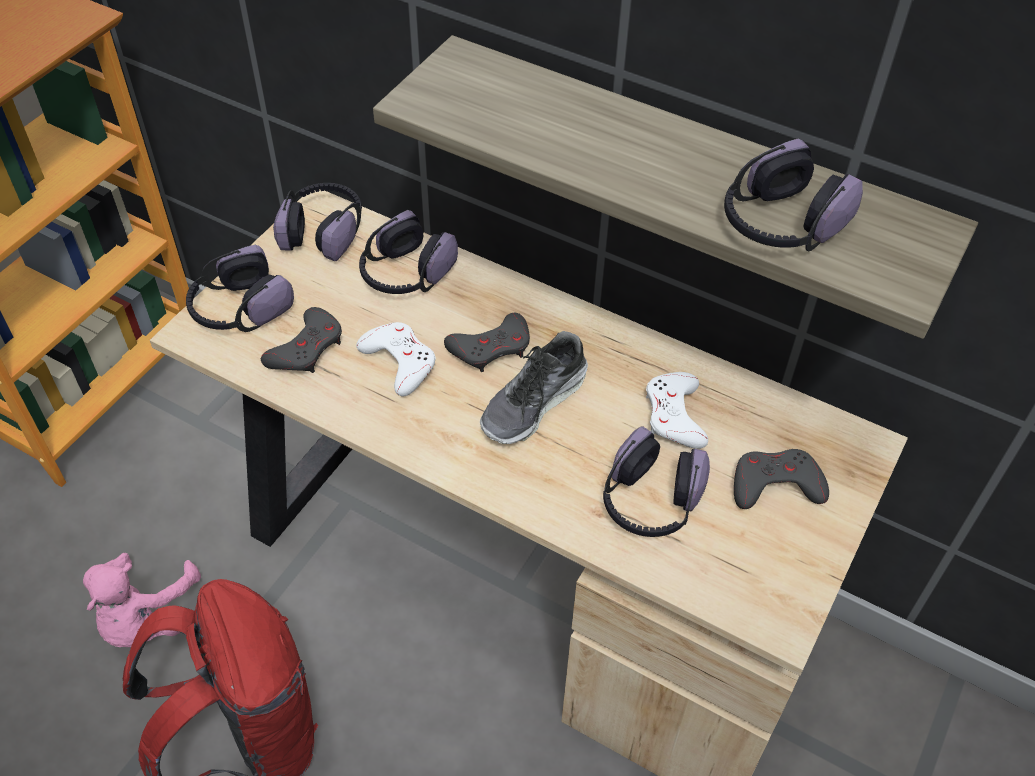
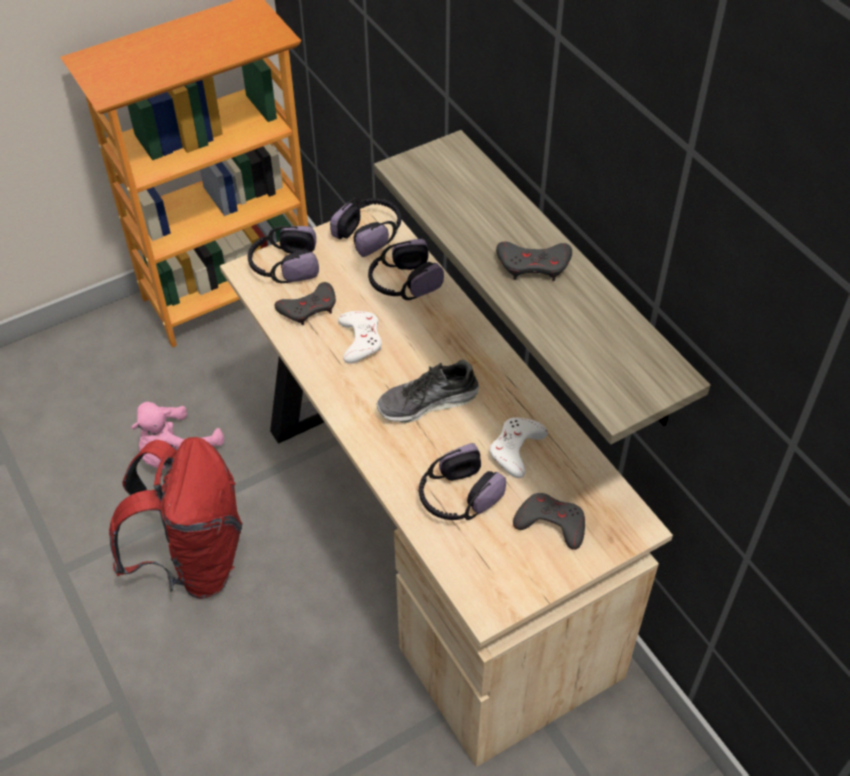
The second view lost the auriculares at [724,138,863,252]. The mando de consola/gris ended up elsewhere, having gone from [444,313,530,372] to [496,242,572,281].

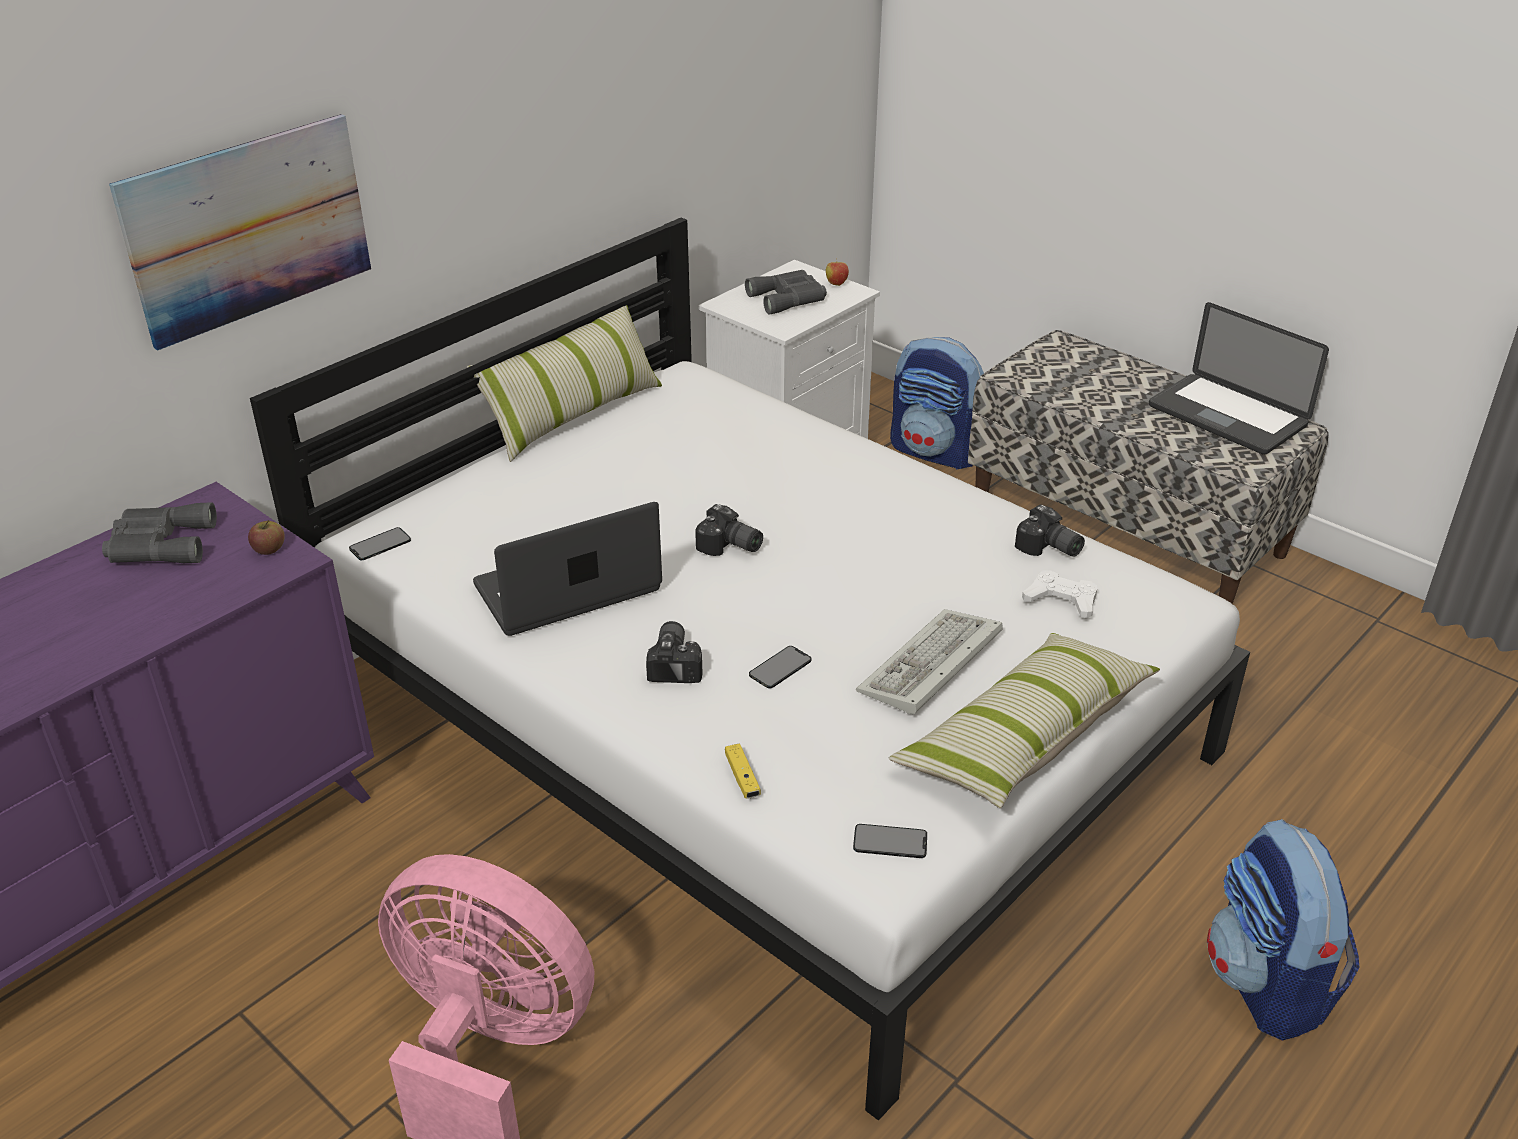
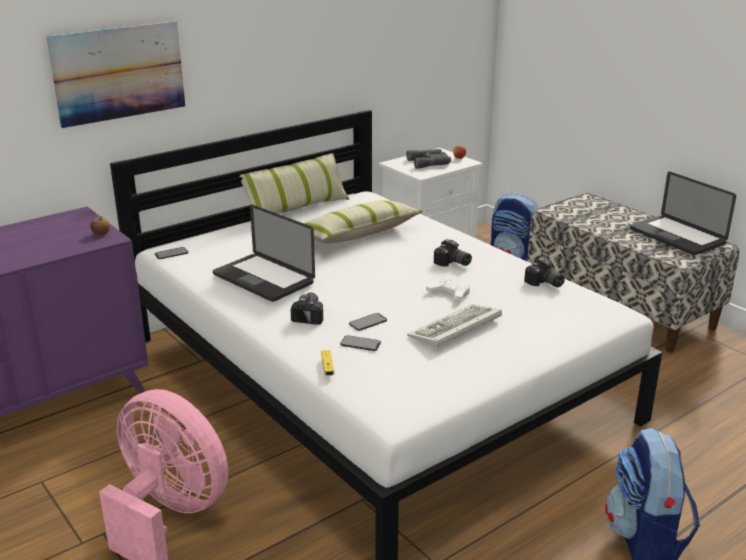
The second view lost the prismáticos/gris at [102,502,217,563]. The cámara ended up elsewhere, having gone from [695,504,763,556] to [434,239,472,267]. The móvil ended up elsewhere, having gone from [853,824,927,858] to [340,335,381,351]. The cojín ended up elsewhere, having gone from [889,633,1160,808] to [304,200,423,244]. The mando de consola/blanco ended up elsewhere, having gone from [1022,570,1097,619] to [426,277,470,301]. The portátil at [473,502,662,636] ended up facing another way, 120 degrees counterclockwise from before.

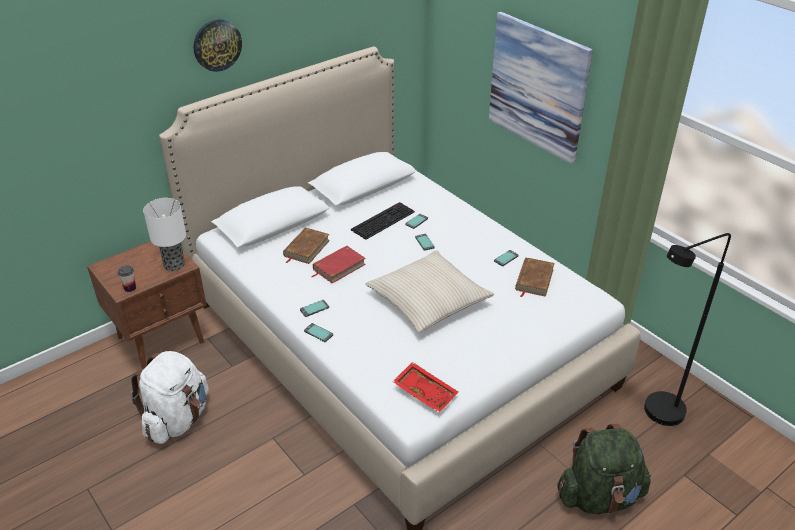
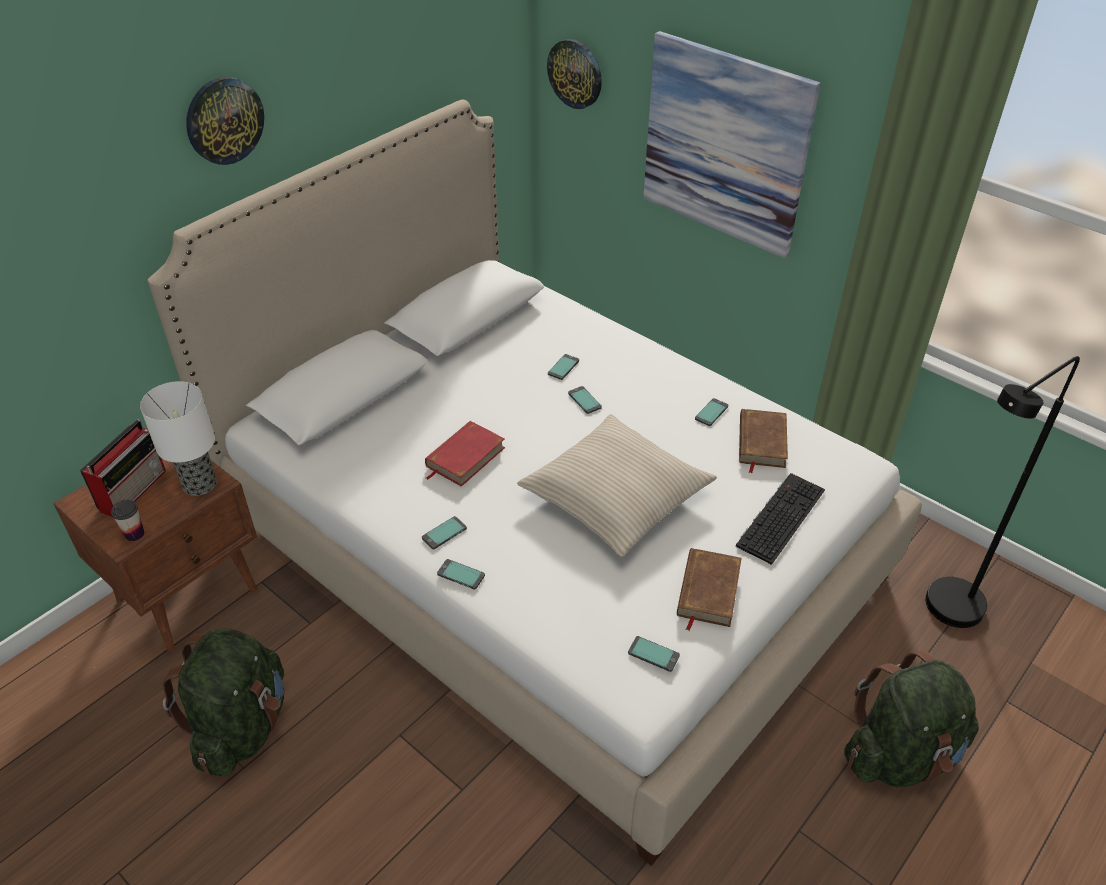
The second view gained the radio at [80,420,166,517]. The second view gained the reloj de pared at [547,39,602,109]. The libro/marrón ended up elsewhere, having gone from [283,227,330,264] to [677,548,742,631]. The teclado ended up elsewhere, having gone from [351,202,415,240] to [736,473,825,565]. Where the bandeja/rojo stood at [392,362,459,413], the móvil came to stand at [628,636,680,672]. What was the mochila/blanco at [130,351,209,444] turned into the mochila/verde at [163,628,285,776].

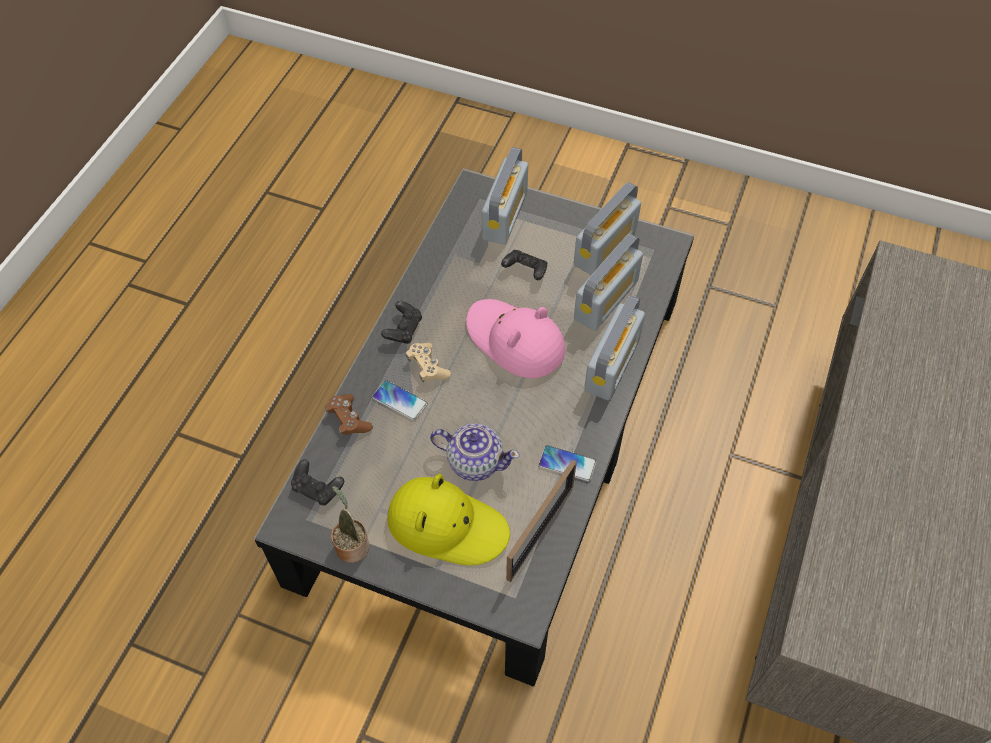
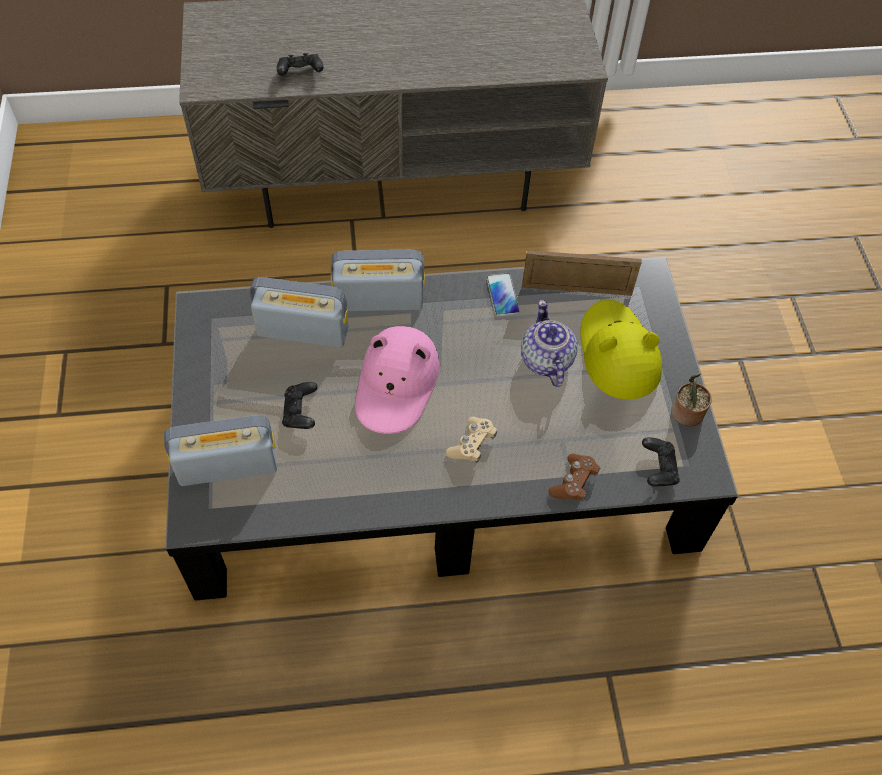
The second view lost the móvil at [372,380,427,421]. The second view lost the radio at [574,182,641,275]. The mando de consola/negro ended up elsewhere, having gone from [381,301,422,344] to [277,53,324,76].

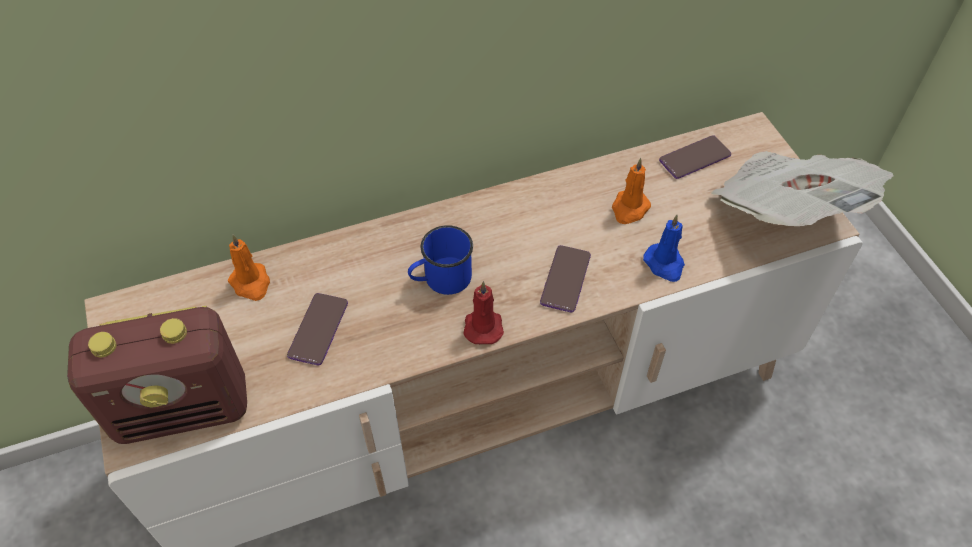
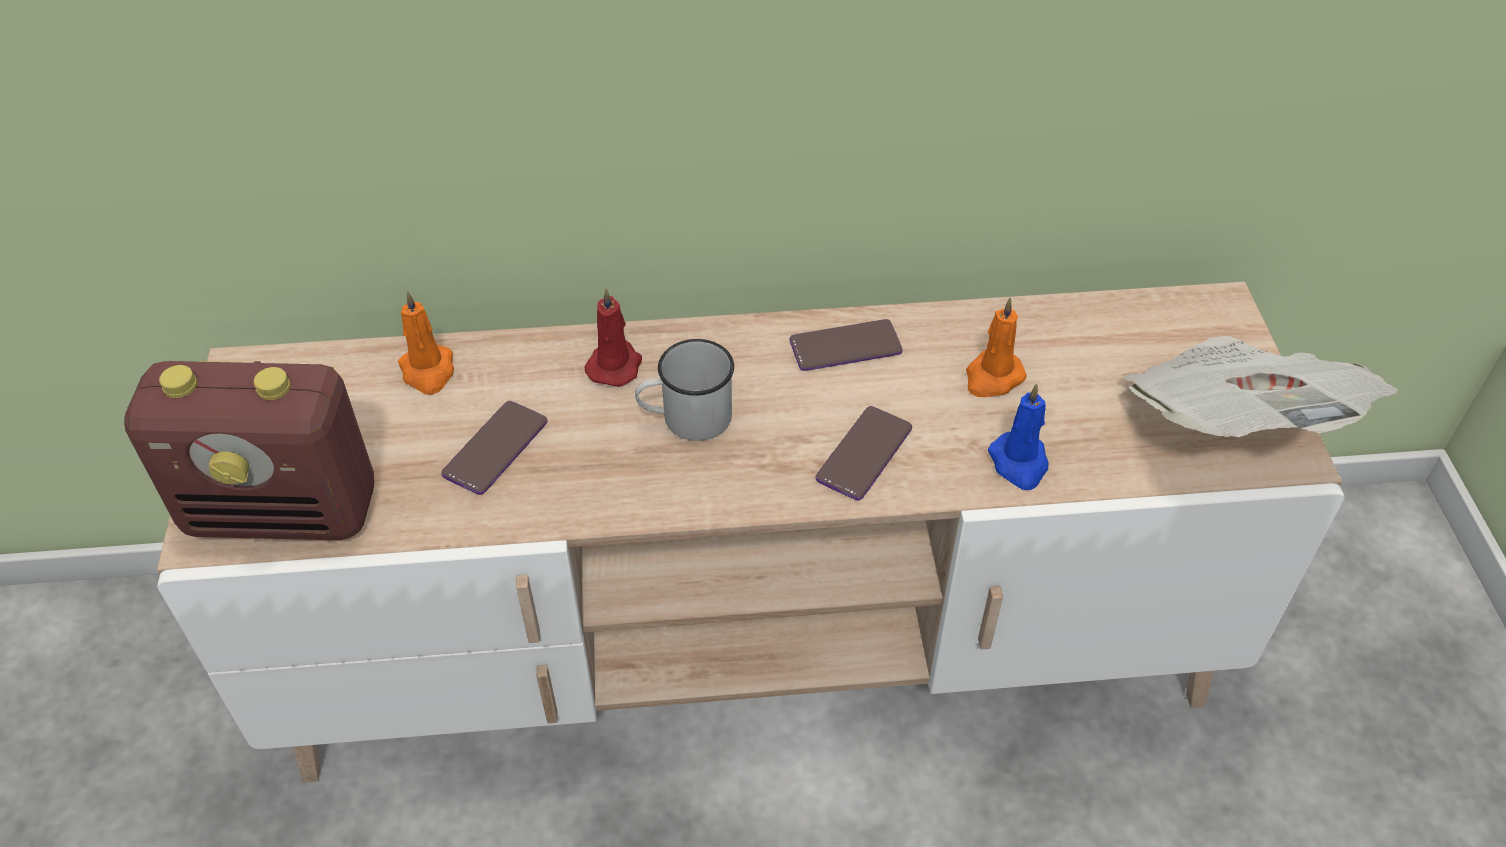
The vela/rojo ended up elsewhere, having gone from [463,281,504,344] to [584,288,642,387]. The móvil ended up elsewhere, having gone from [659,135,731,179] to [789,319,903,371]. What was the taza grande/azul at [408,225,473,295] turned into the taza grande/blanco at [635,339,734,441].

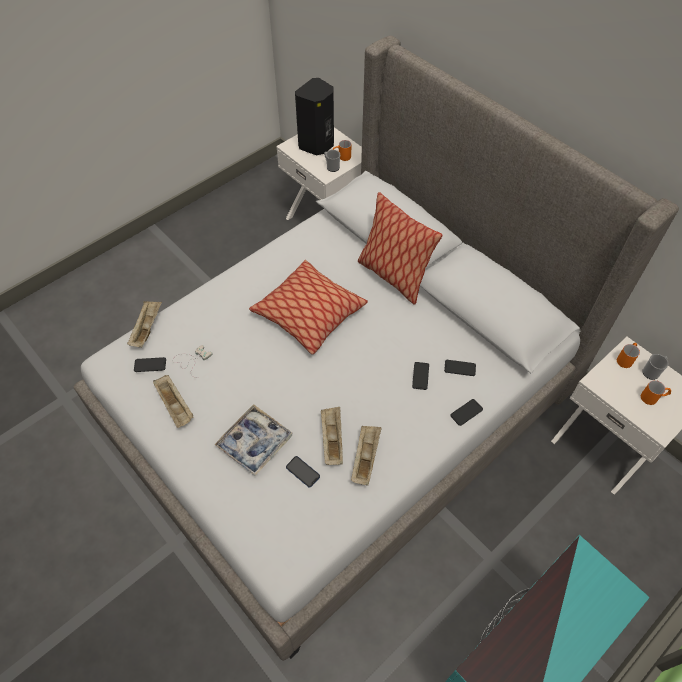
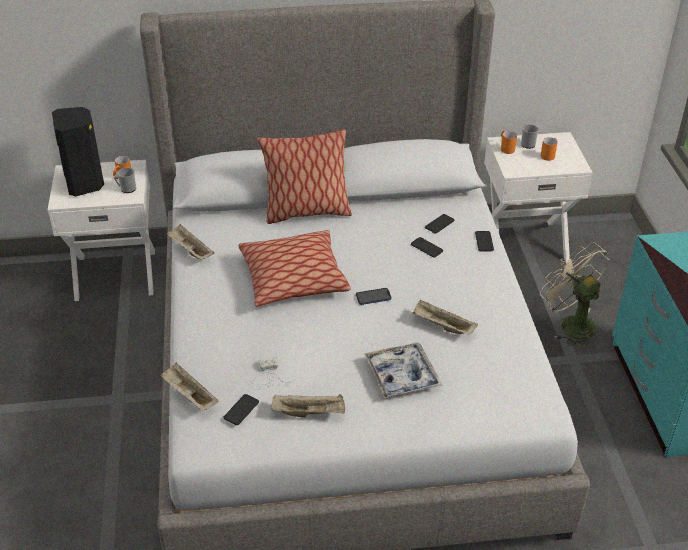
The second view gained the ventilador/beis at [540,242,609,348]. The móvil ended up elsewhere, having gone from [286,456,320,488] to [356,288,391,305]. The bandeja/beis ended up elsewhere, having gone from [351,426,382,486] to [166,224,215,260].

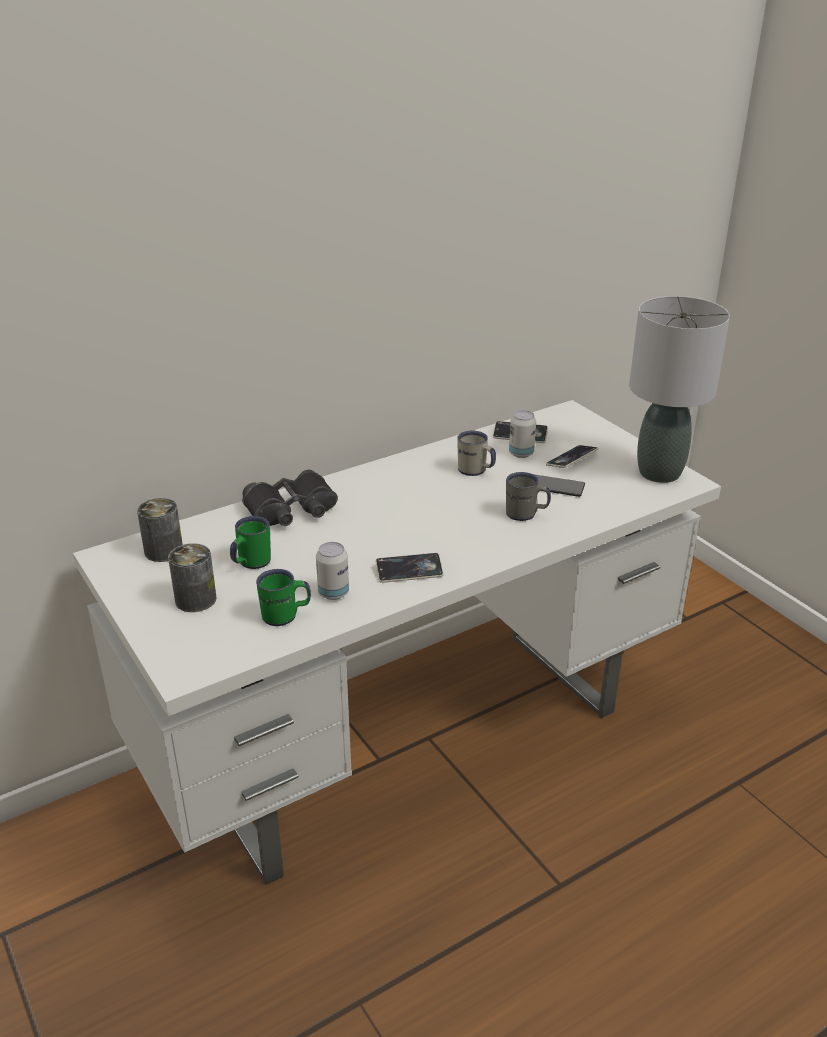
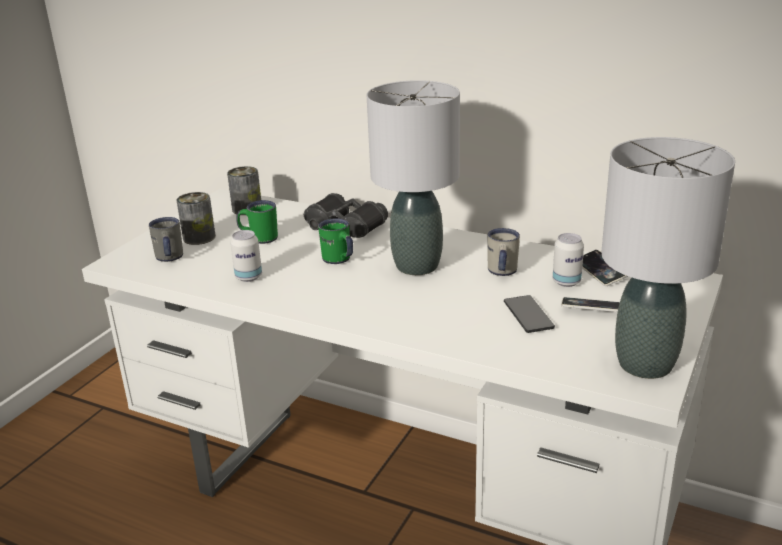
The second view lost the móvil at [375,553,444,583]. The second view gained the lámpara de mesa/gris at [367,80,460,275]. The taza grande/verde ended up elsewhere, having gone from [256,569,311,626] to [318,218,353,264]. The taza grande/gris ended up elsewhere, having gone from [506,472,551,521] to [149,217,183,262].

